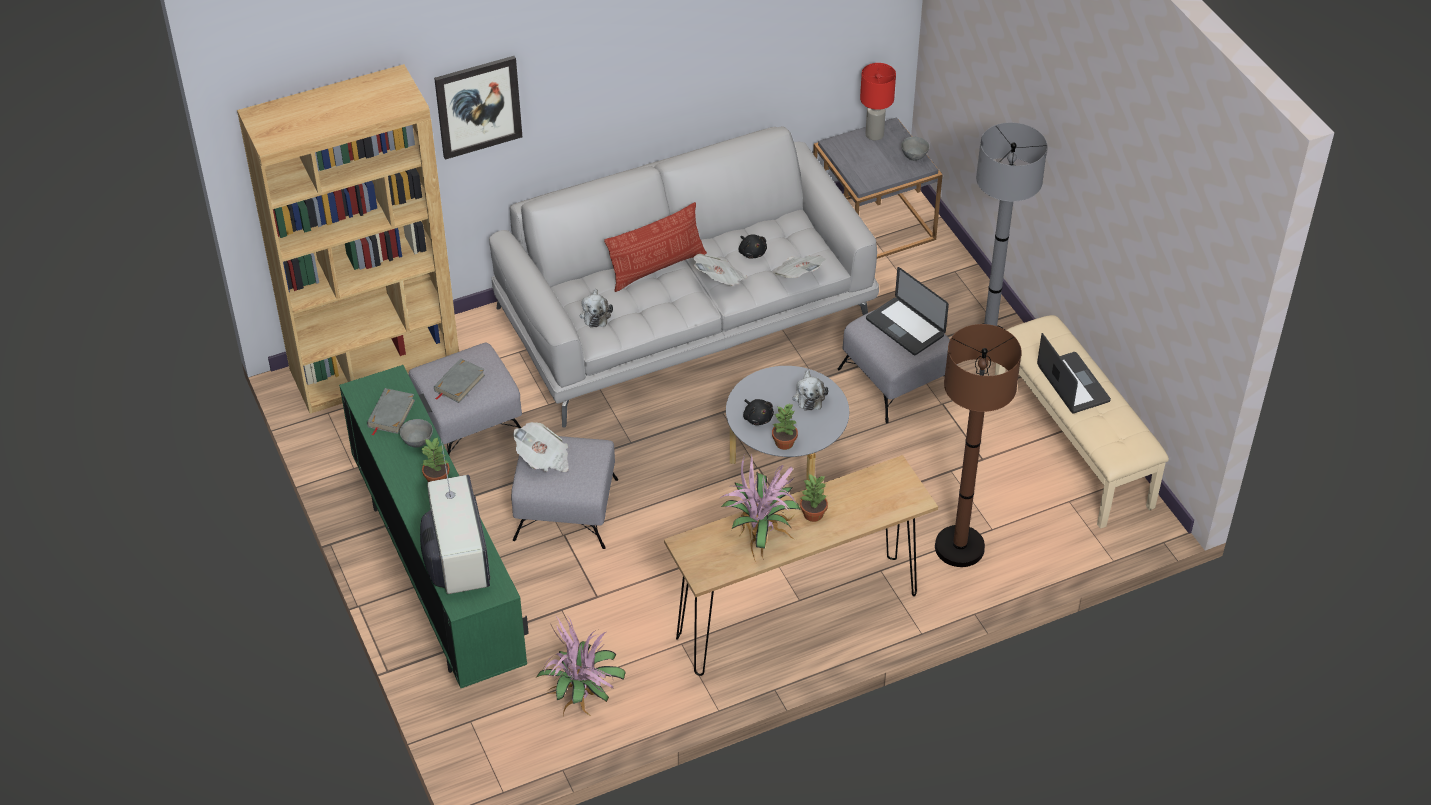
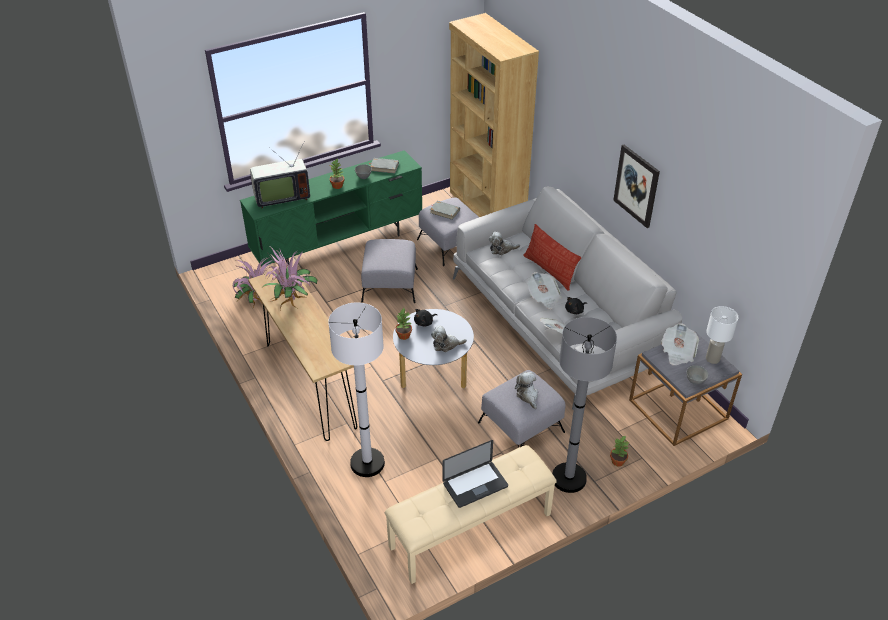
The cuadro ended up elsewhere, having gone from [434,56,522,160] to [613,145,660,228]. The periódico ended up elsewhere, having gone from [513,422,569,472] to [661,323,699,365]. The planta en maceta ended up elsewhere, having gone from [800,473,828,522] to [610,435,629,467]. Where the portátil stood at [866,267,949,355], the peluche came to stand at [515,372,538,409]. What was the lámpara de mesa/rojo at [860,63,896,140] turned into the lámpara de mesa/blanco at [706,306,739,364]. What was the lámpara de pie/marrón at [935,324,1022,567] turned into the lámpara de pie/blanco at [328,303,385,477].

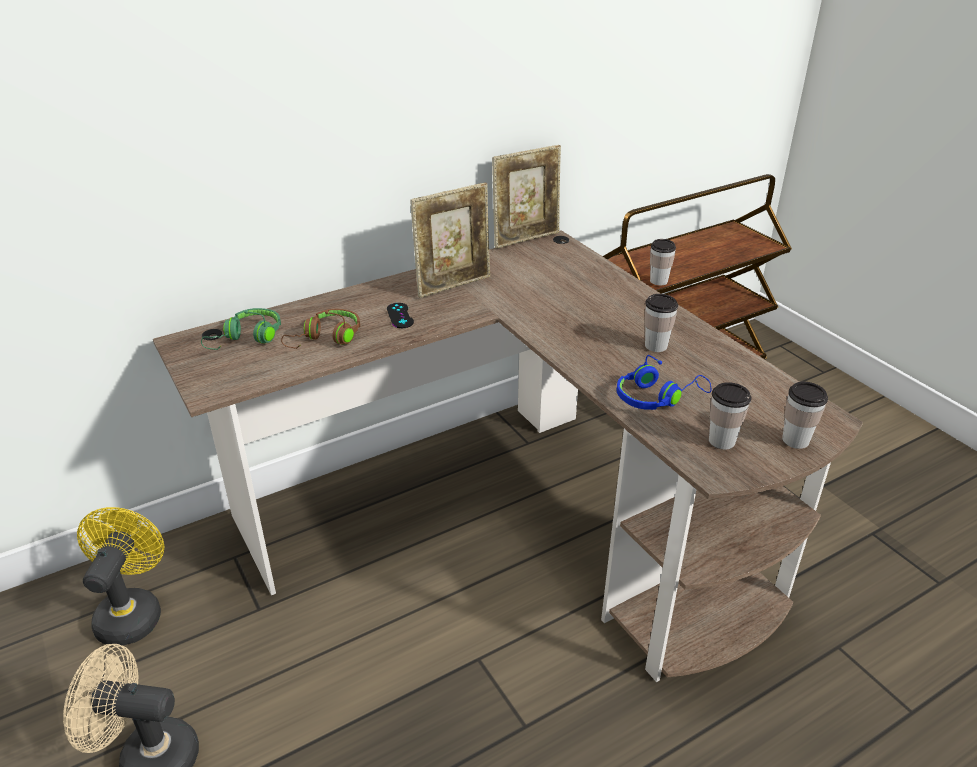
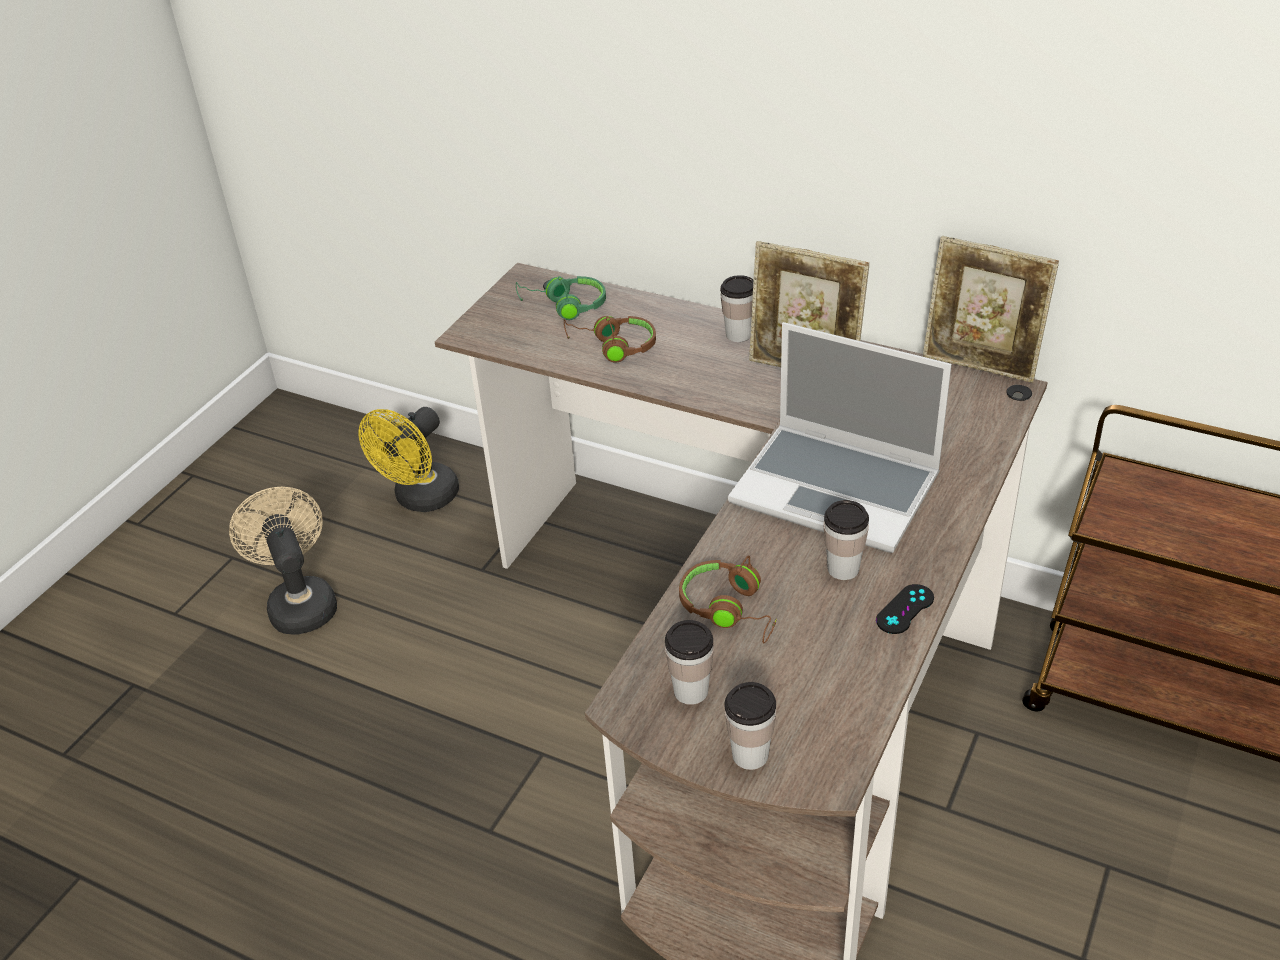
The second view gained the portátil at [728,322,952,553]. The mando de consola/negro ended up elsewhere, having gone from [387,303,414,328] to [876,584,934,634]. The taza ended up elsewhere, having gone from [650,239,676,286] to [720,275,753,342]. What was the auriculares/azul at [617,355,712,410] turned into the auriculares/marrón at [679,555,777,644]. The ventilador/amarillo at [77,507,164,646] ended up facing another way, 150 degrees clockwise from before.

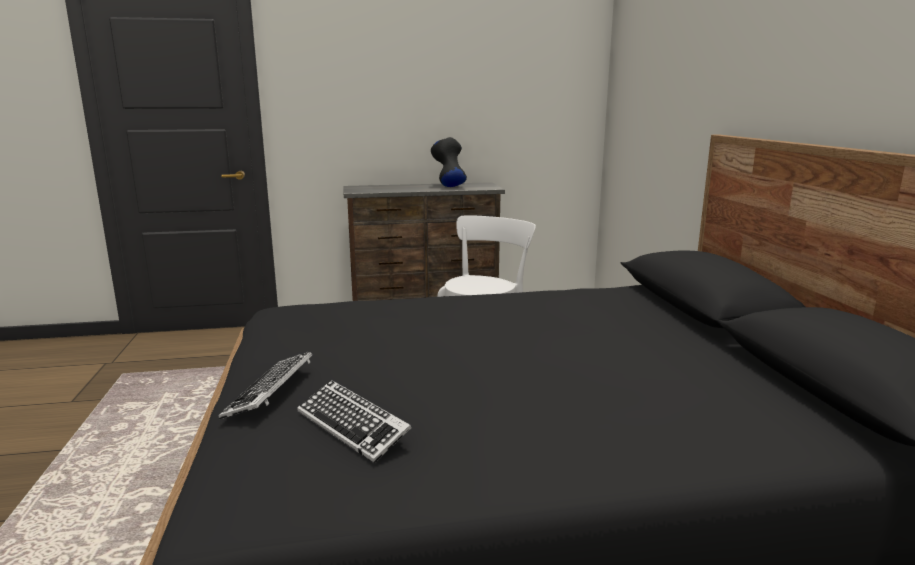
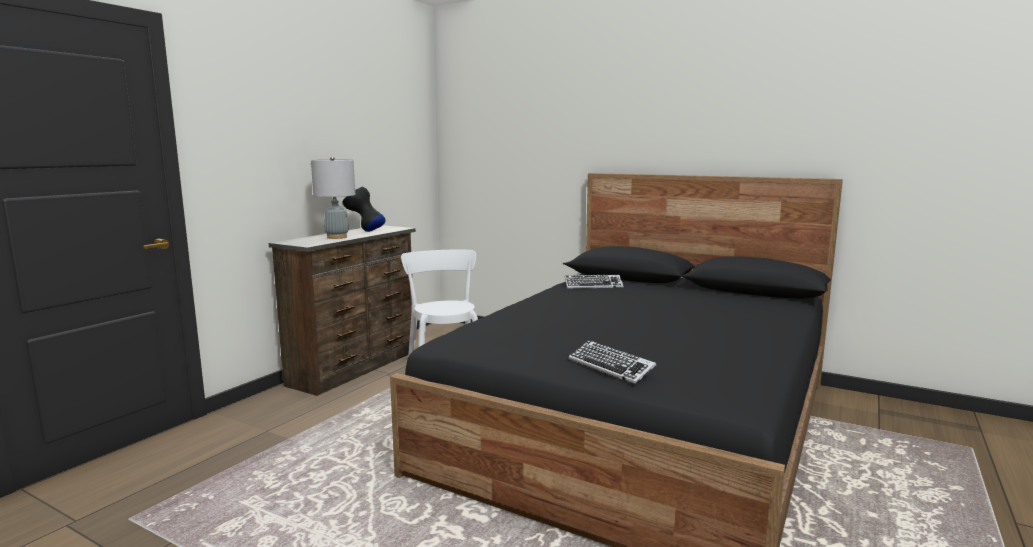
The second view gained the lámpara de mesa/gris at [311,156,355,239]. The teclado ended up elsewhere, having gone from [297,380,411,463] to [565,275,623,289].

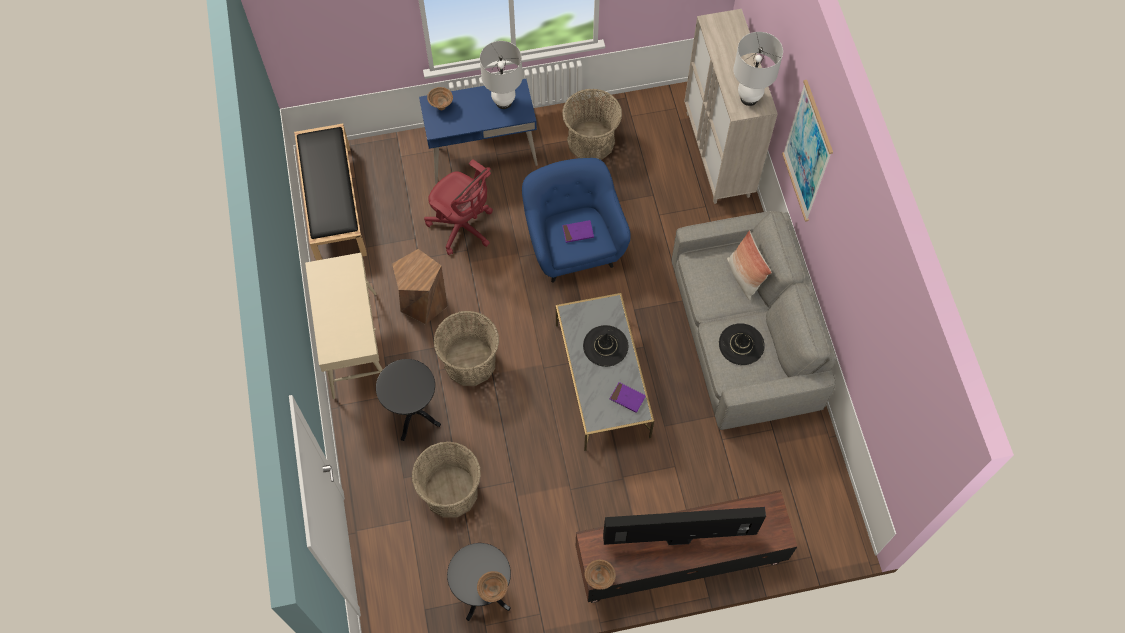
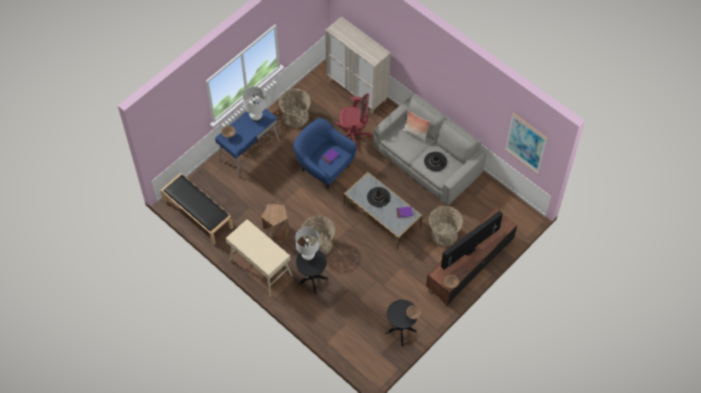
The cesta ended up elsewhere, having gone from [412,442,481,518] to [429,206,463,247]. The silla de oficina/rojo ended up elsewhere, having gone from [424,159,493,255] to [335,93,372,150]. The lámpara de mesa/blanco ended up elsewhere, having gone from [733,32,783,106] to [295,227,319,261]. The cuadro ended up elsewhere, having gone from [782,80,833,222] to [505,113,547,174].

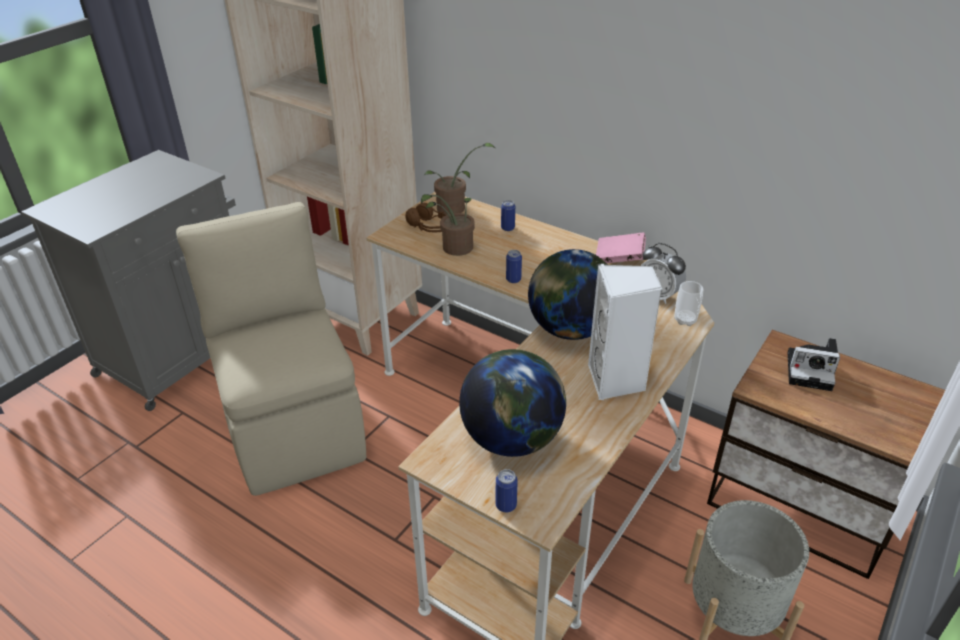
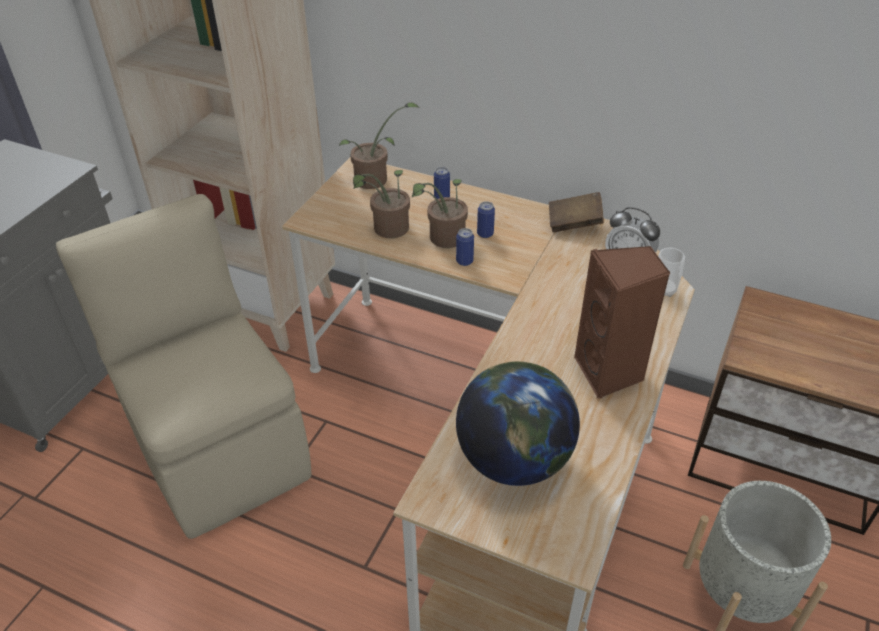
The second view lost the auriculares/marrón at [405,203,446,232]. The second view lost the globo terráqueo at [528,249,608,340]. The second view lost the cámara at [787,338,840,391]. The second view gained the planta en maceta at [412,179,468,248]. The lata ended up elsewhere, having gone from [496,469,518,513] to [477,201,495,238]. What was the altavoz/blanco at [588,264,662,400] turned into the altavoz/marrón at [574,246,671,399]. What was the libro/rosa at [596,232,646,263] turned into the libro/marrón at [549,192,604,232].

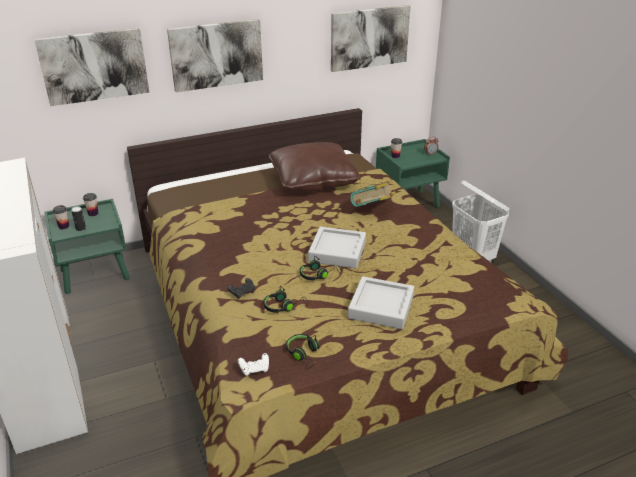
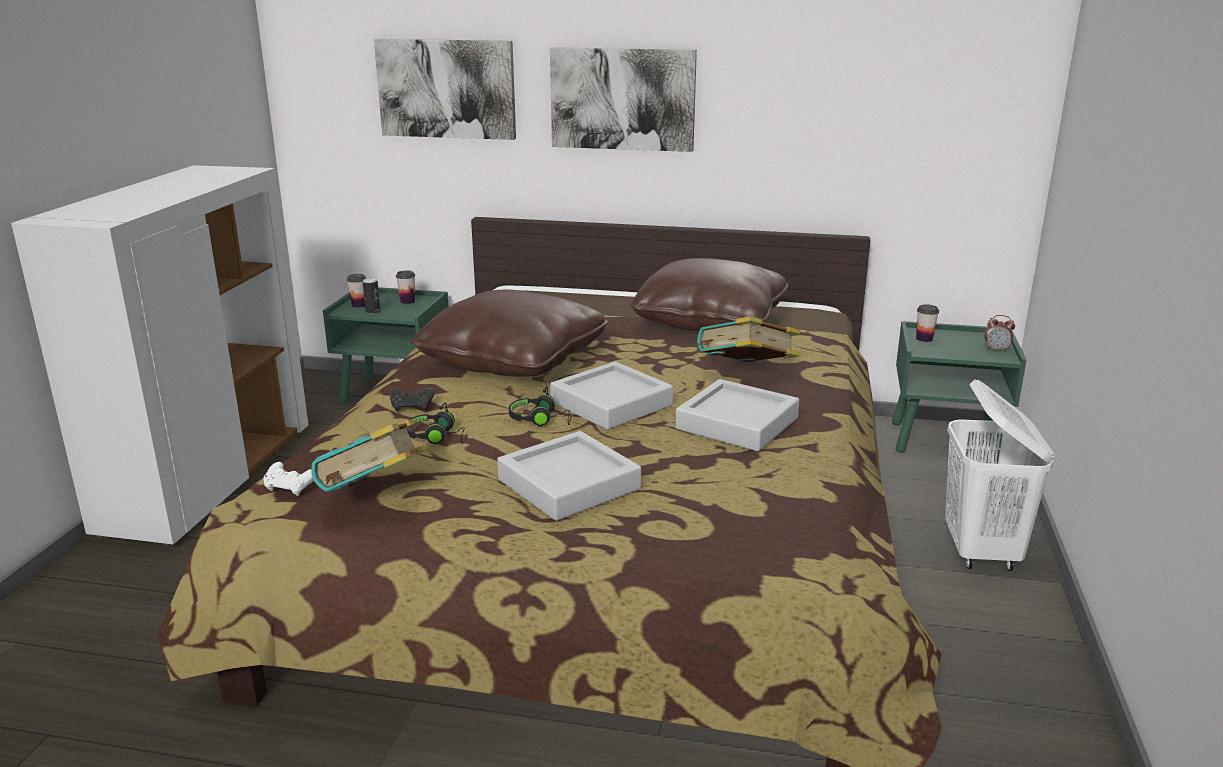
The second view lost the cuadro at [331,5,411,72]. The second view gained the cojín/marrón at [411,290,608,377]. The second view gained the bandeja/gris at [675,379,799,451]. Where the auriculares/negro stood at [286,334,319,370], the libro came to stand at [311,419,426,492].

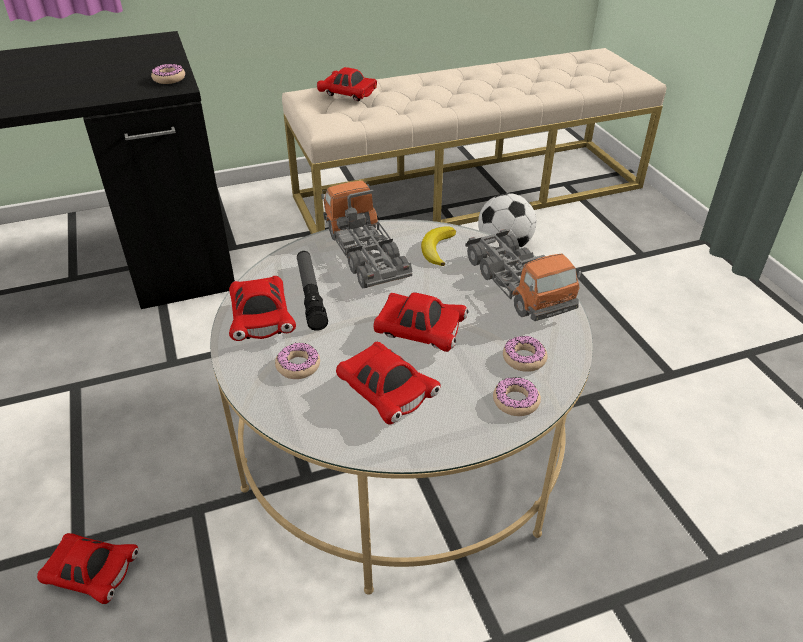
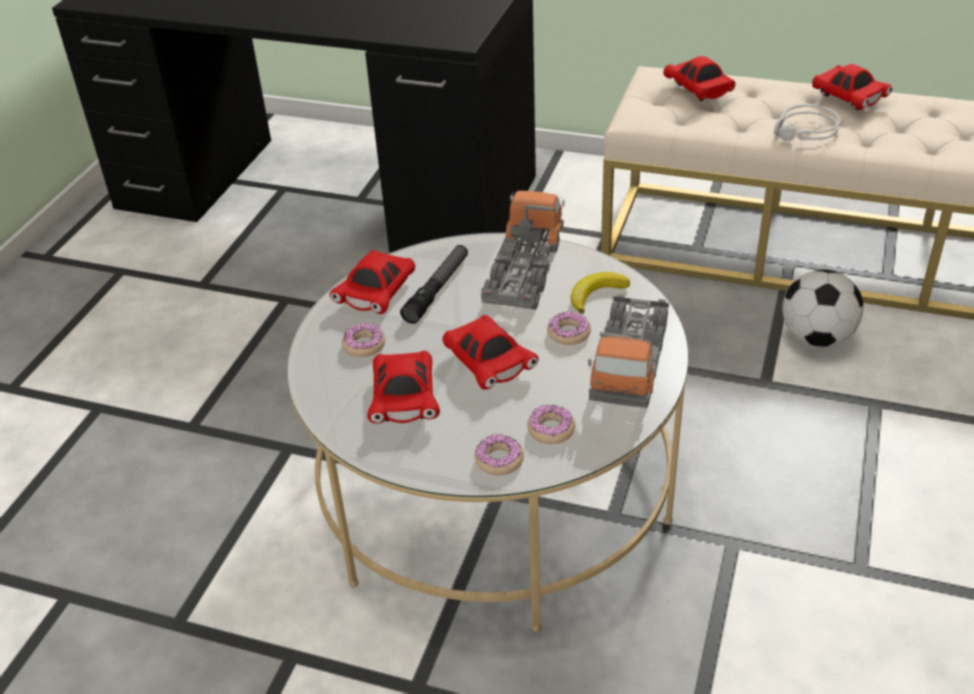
The second view gained the auriculares/gris at [774,104,841,141]. The coche de juguete/rojo ended up elsewhere, having gone from [37,533,139,604] to [812,64,892,110]. The rosquilla ended up elsewhere, having gone from [151,64,185,84] to [547,312,591,345].

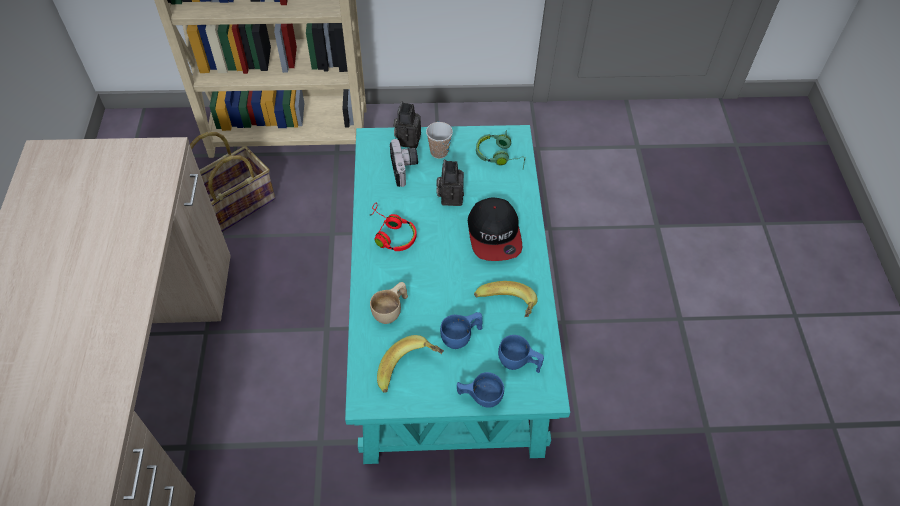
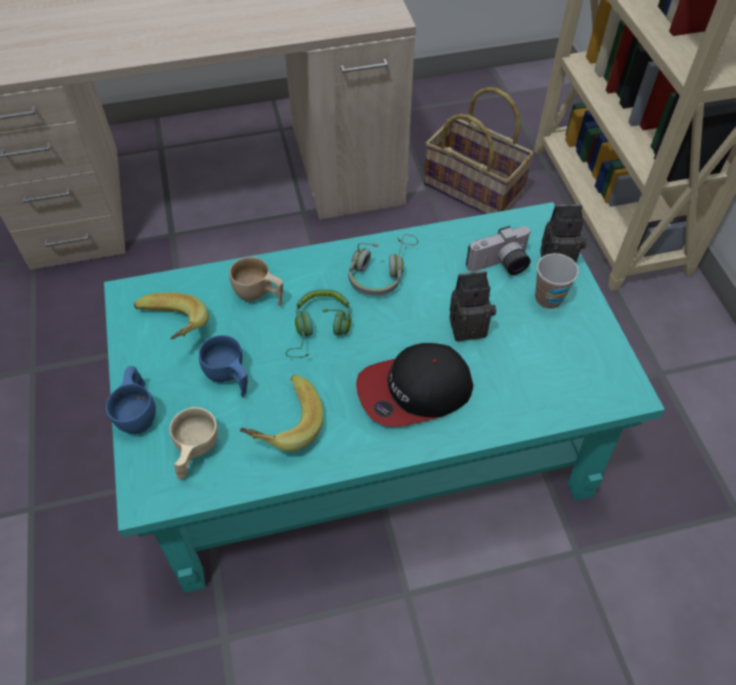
The auriculares/verde ended up elsewhere, having gone from [476,130,525,169] to [286,289,351,358]. What was the auriculares/rojo at [370,203,417,251] turned into the auriculares/gris at [348,234,418,296]. What was the taza/azul at [498,335,544,373] turned into the taza/beis at [170,407,218,479].

